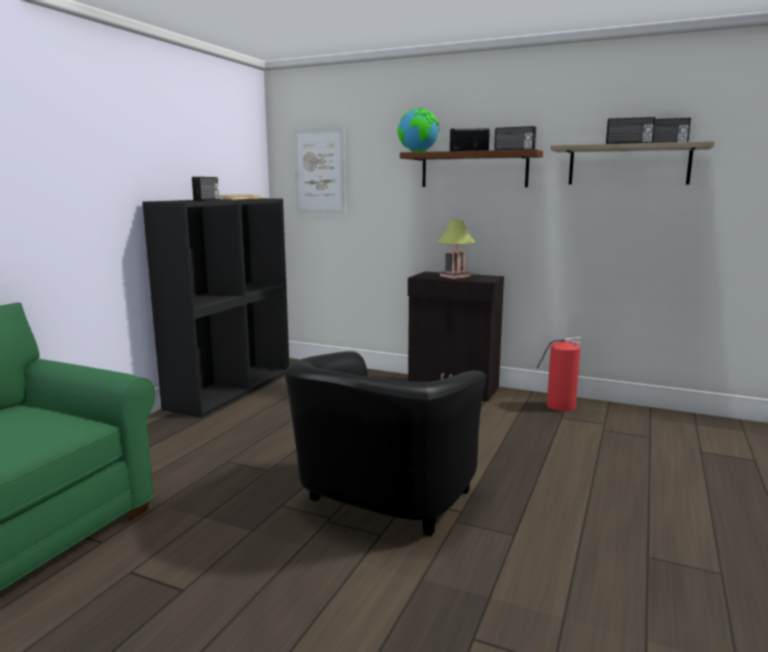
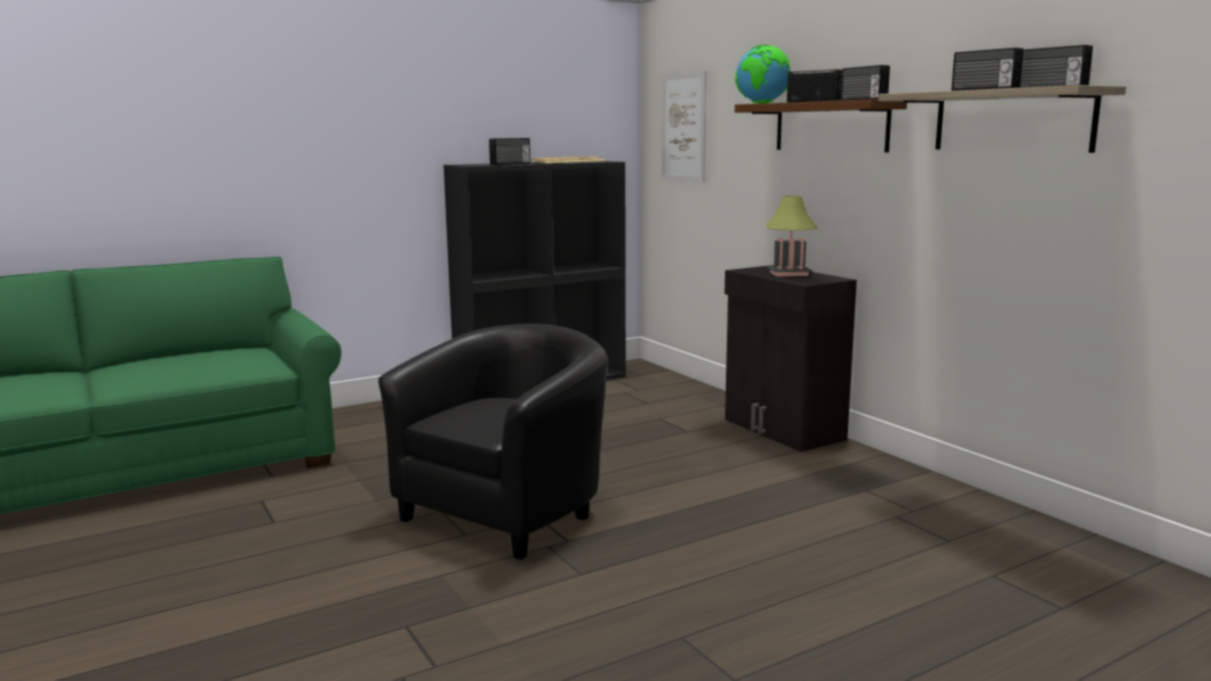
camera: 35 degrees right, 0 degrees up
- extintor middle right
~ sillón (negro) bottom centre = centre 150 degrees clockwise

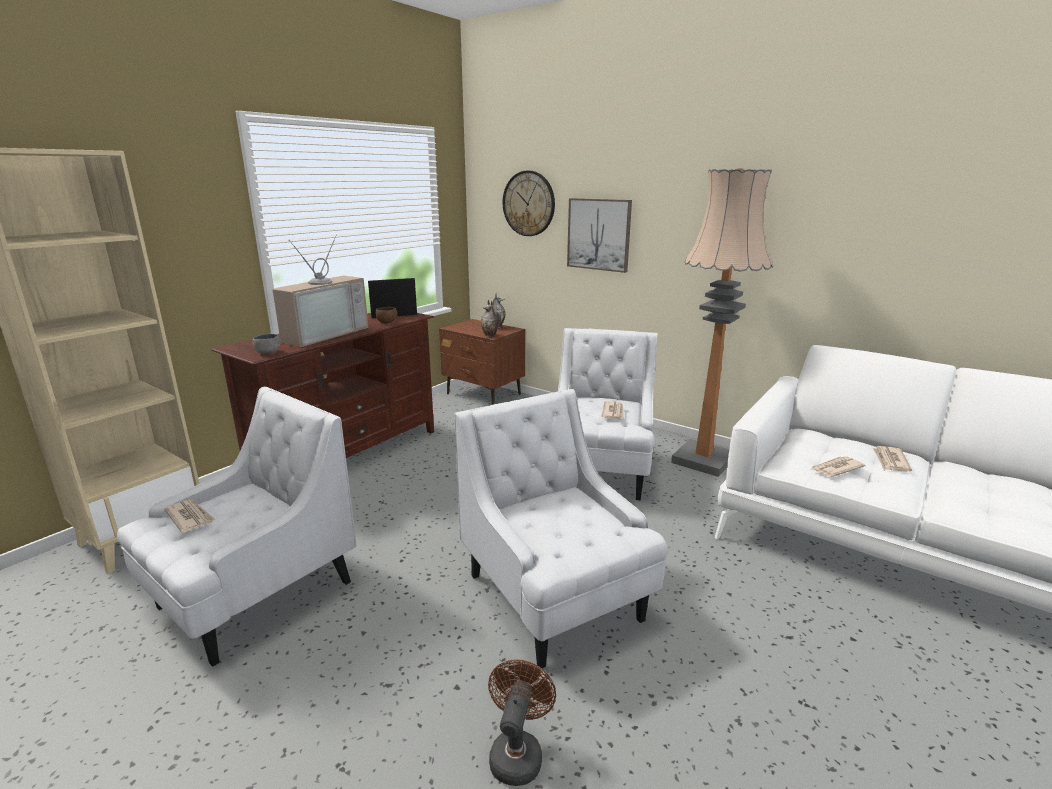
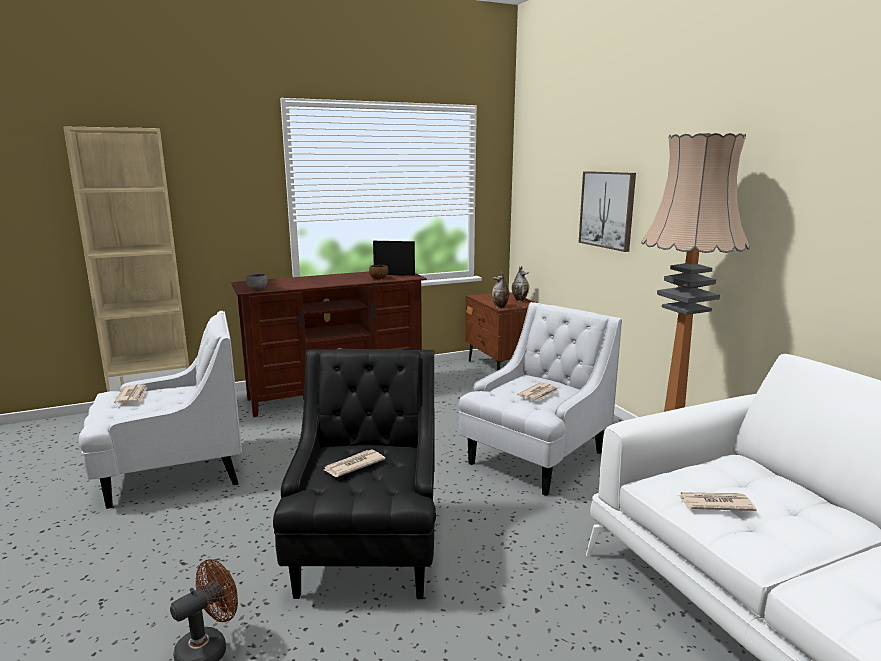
camera: 30 degrees right, 5 degrees down
- televisor middle left
- reloj de pared top centre
~ periódico (no. 4 from left in the first image) middle right to periódico (no. 2 from left) bottom centre
~ sillón (blanco) (no. 2 from left) bottom centre to sillón (negro) bottom centre

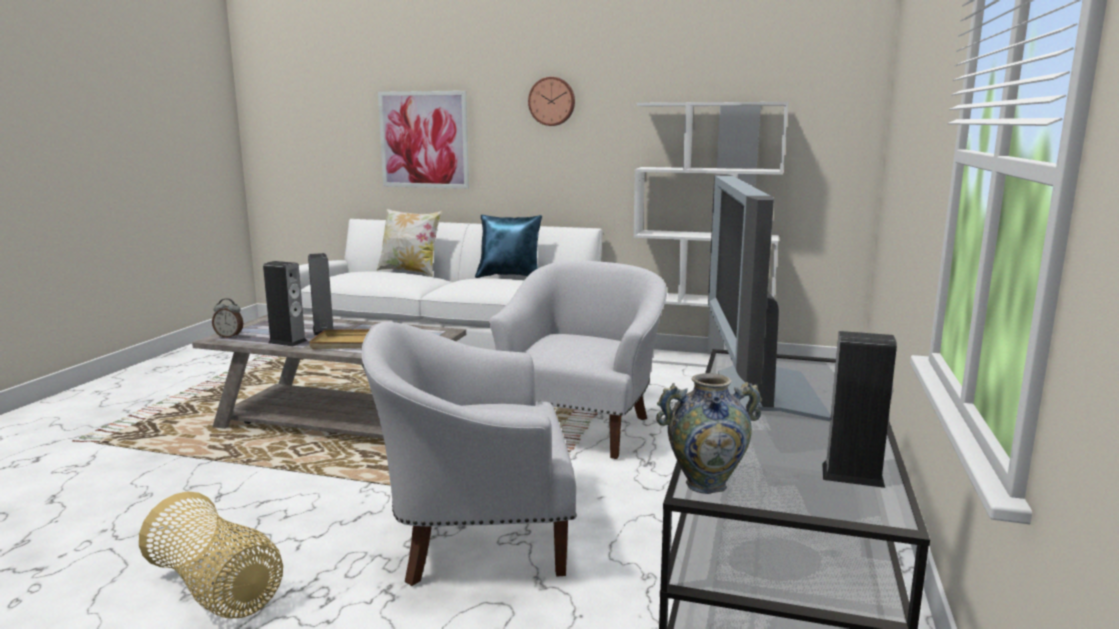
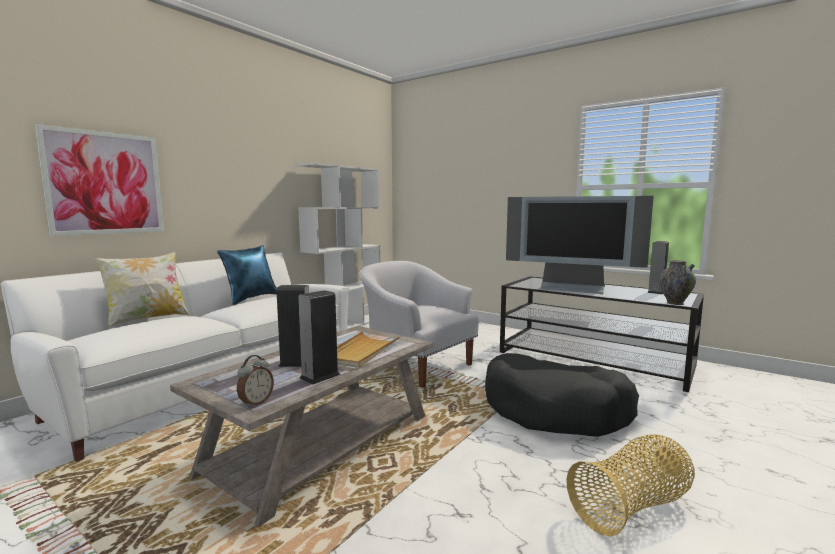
camera: 70 degrees left, 5 degrees down
- reloj de pared top centre
~ sillón (blanco) (no. 1 from left) bottom centre to cama para perro (negro) bottom right

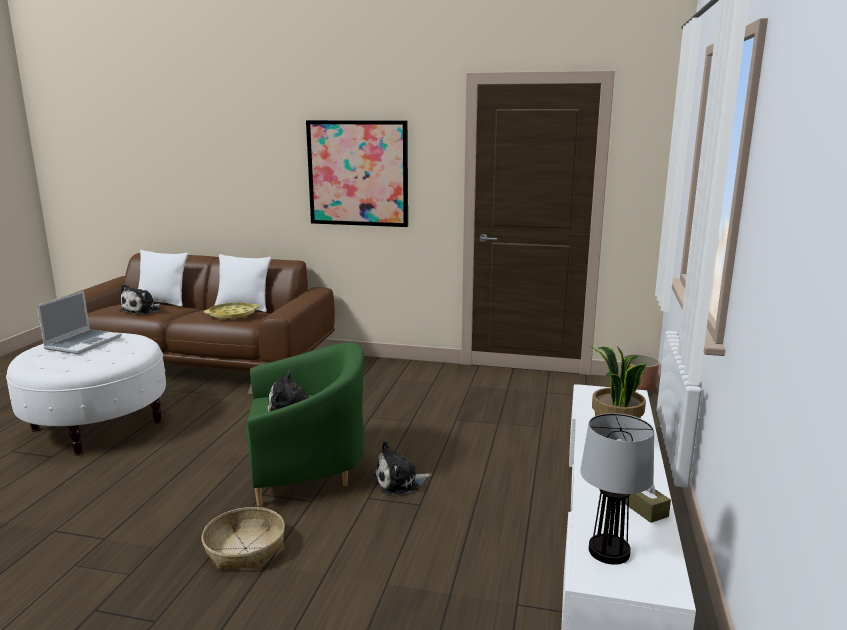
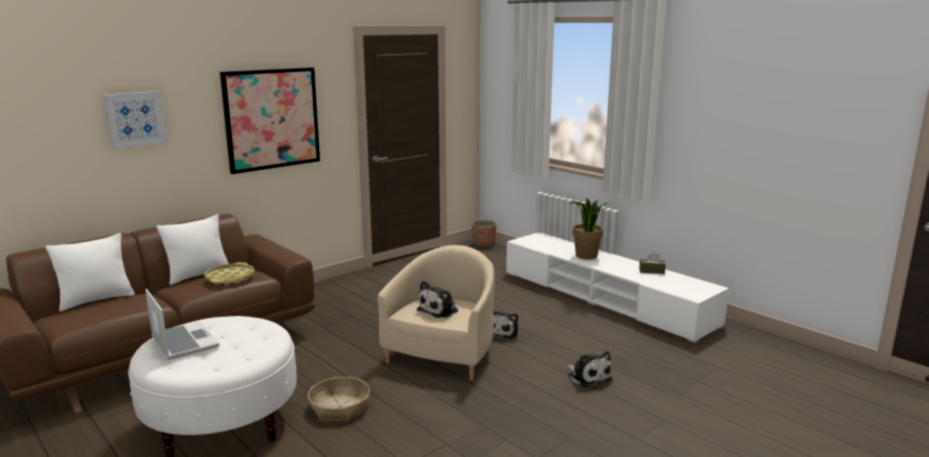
camera: 55 degrees left, 0 degrees up
- lámpara de mesa bottom right
+ cuadro (no. 1 from left) top left
~ peluche (no. 1 from left in the first image) middle left to peluche (no. 3 from left) bottom centre
~ cesta bottom left to bottom centre
~ sillón (verde) bottom centre to sillón (beis) bottom centre

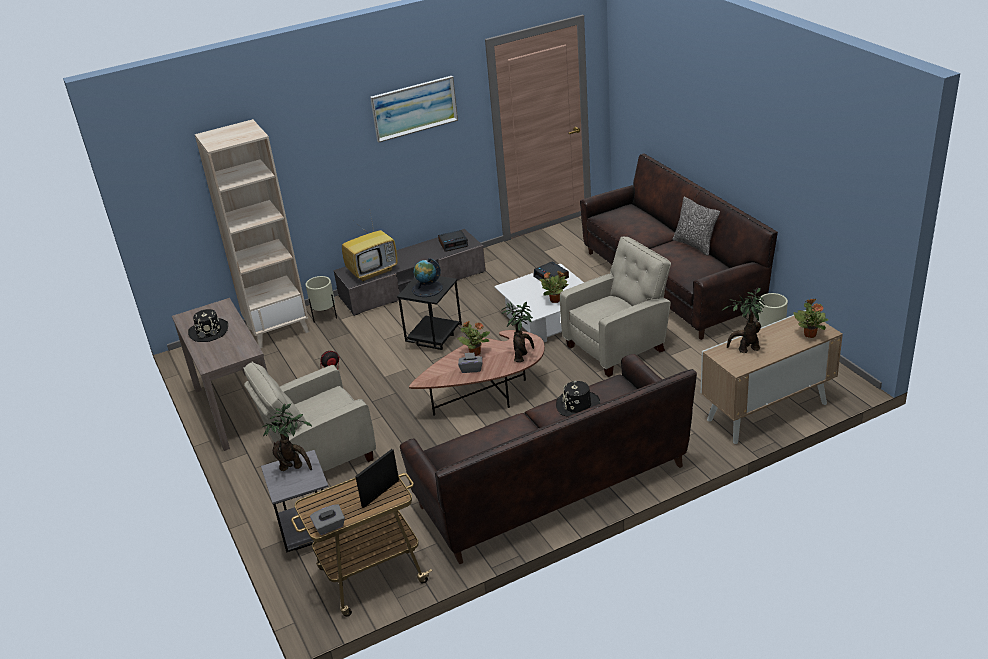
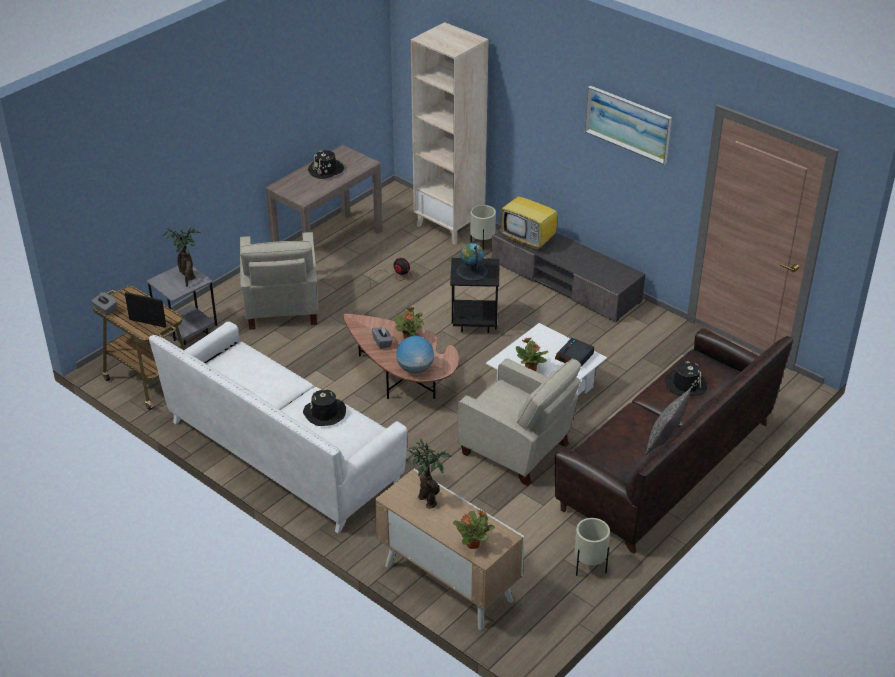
camera: 65 degrees right, 5 degrees up
- despertador (no. 1 from left) centre
+ sombrero (negro) (no. 3 from left) middle right
~ planta en maceta (no. 3 from left) centre to globo terráqueo (no. 1 from left) centre
~ sofá (marrón) (no. 1 from left) bottom centre to sofá (blanco) middle left
~ sillón (beis) (no. 1 from left) middle left = middle left 135 degrees counterclockwise

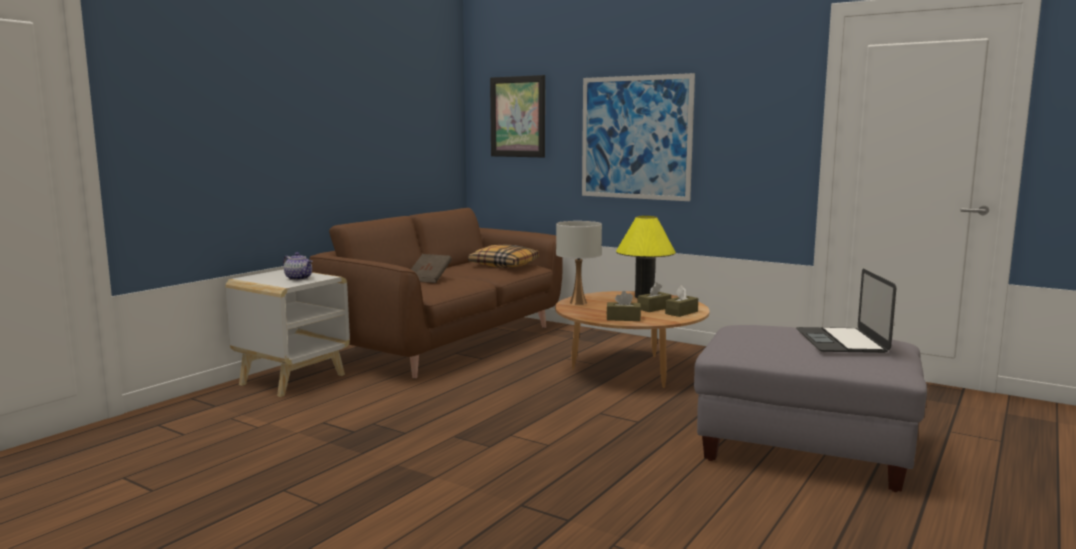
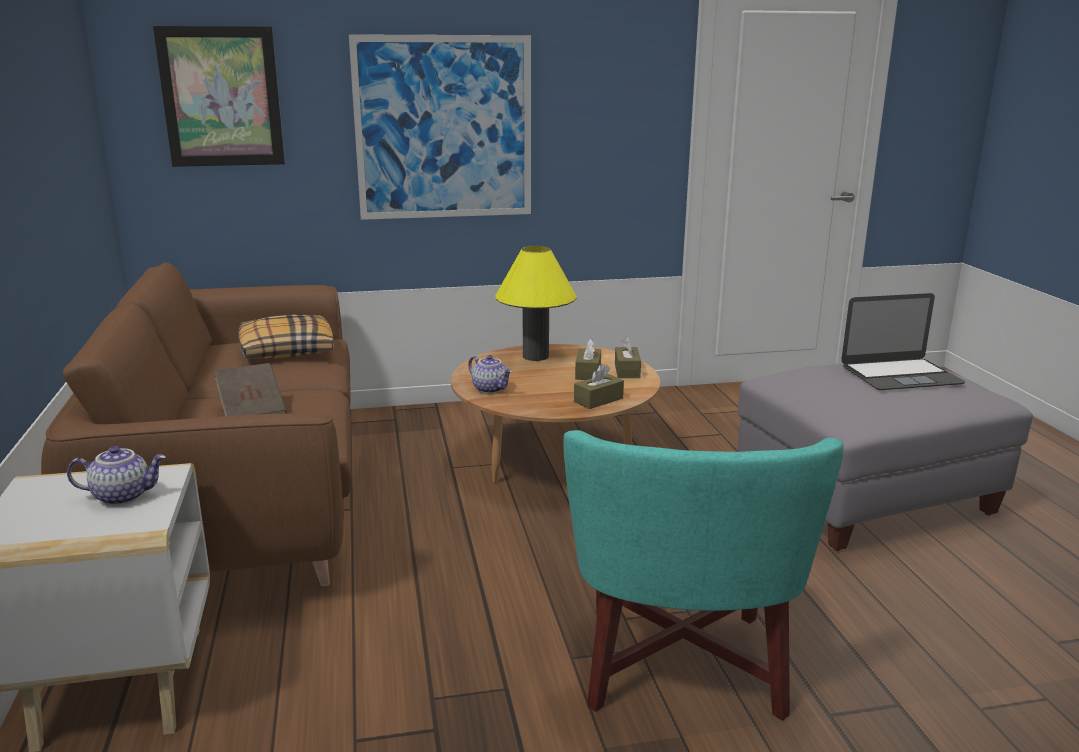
camera: 45 degrees left, 10 degrees up
+ sillón (turquesa) bottom centre
~ lámpara de mesa (blanco) centre to tetera (no. 2 from left) centre
~ portátil middle right = middle right 60 degrees counterclockwise

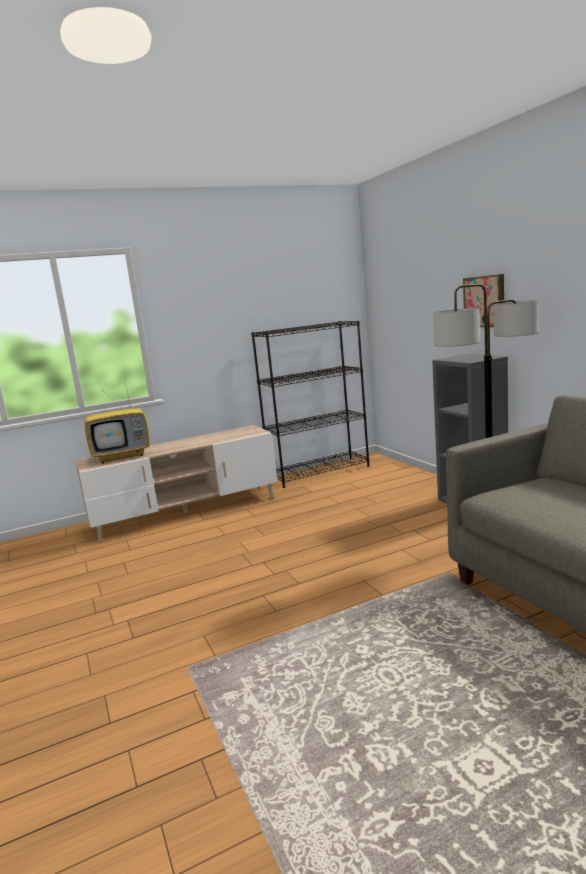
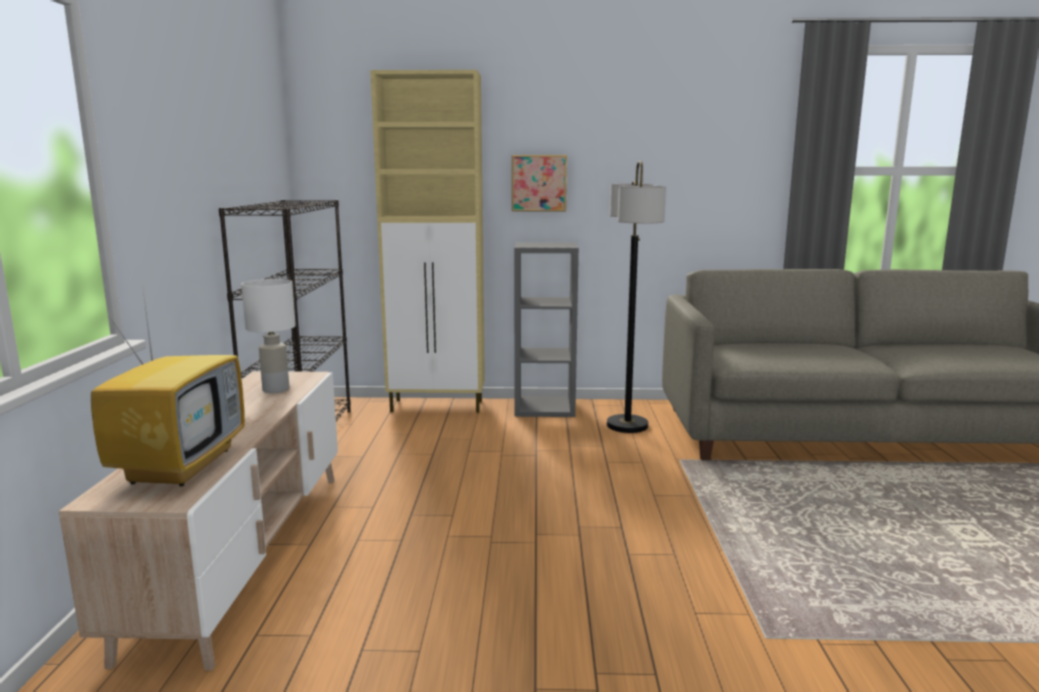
camera: 65 degrees left, 0 degrees up
+ lámpara de mesa (blanco) middle left
+ armario (beis) centre

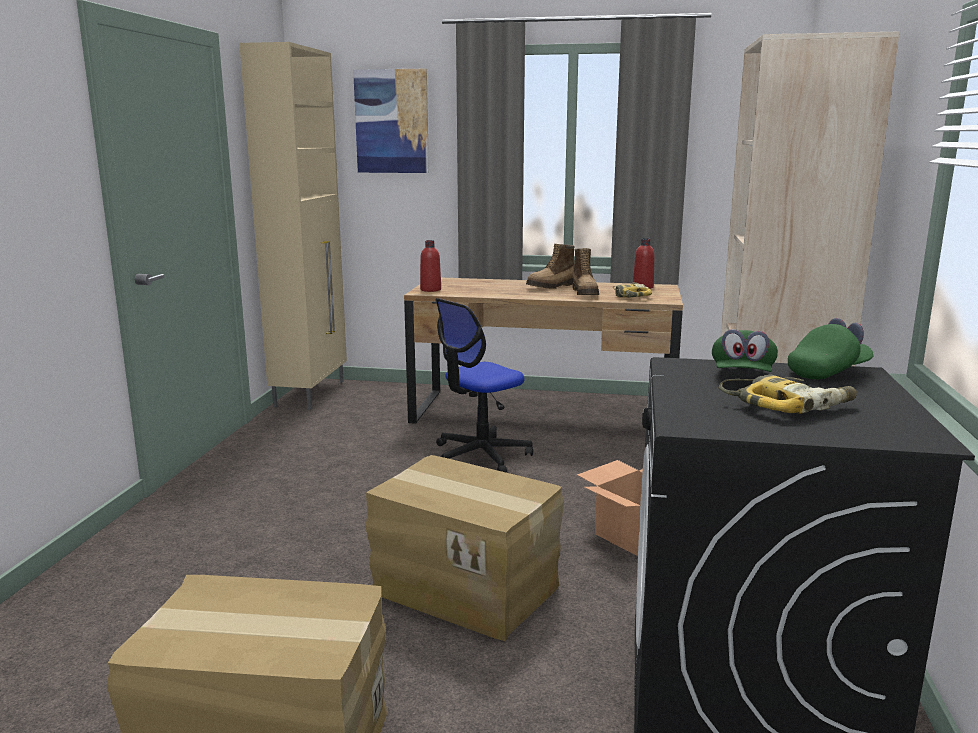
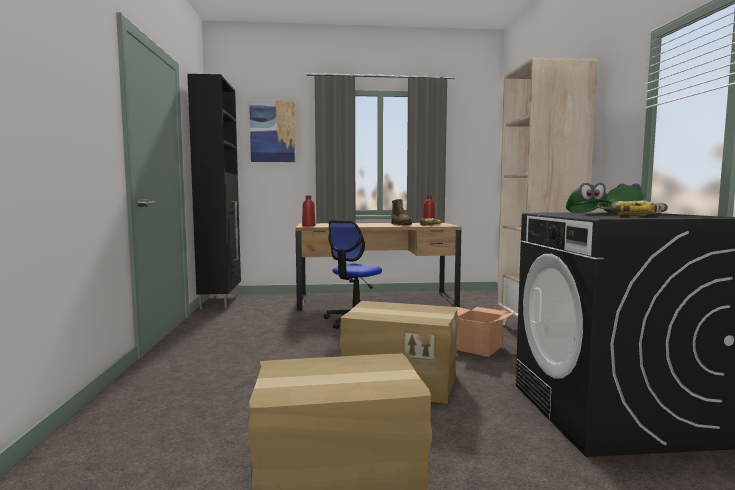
camera: 15 degrees left, 10 degrees down
- bota (no. 1 from left) centre
~ armario (beis) top left to armario (negro) middle left

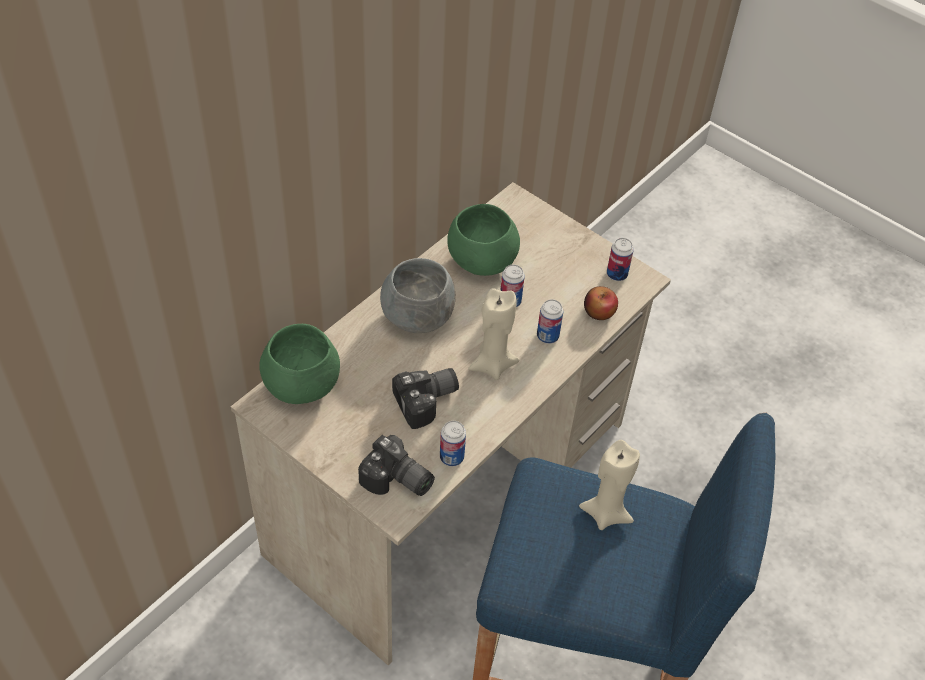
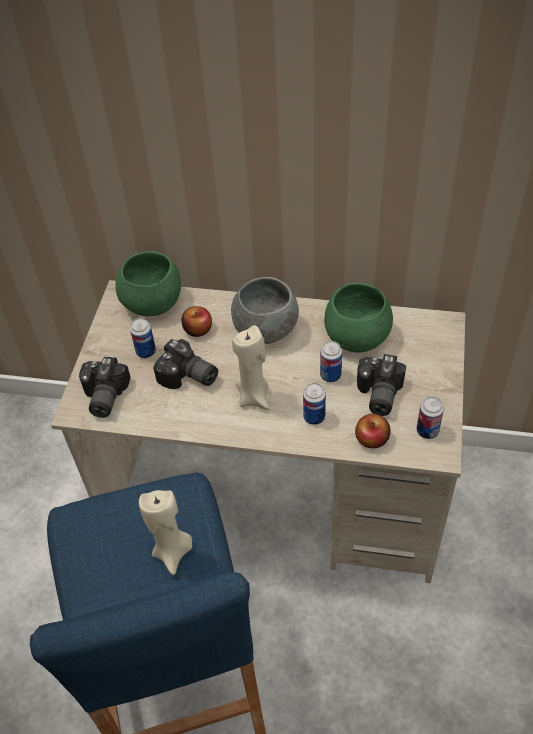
camera: 65 degrees right, 0 degrees up
+ manzana (no. 1 from left) centre
+ cámara (no. 3 from left) middle right
~ lata (no. 1 from left) centre to middle left

